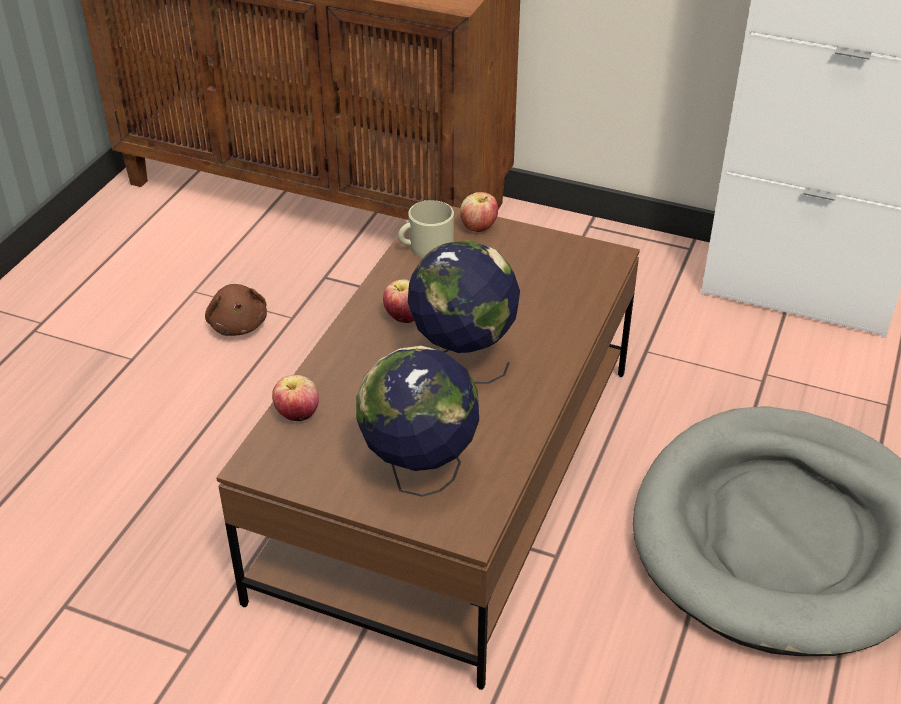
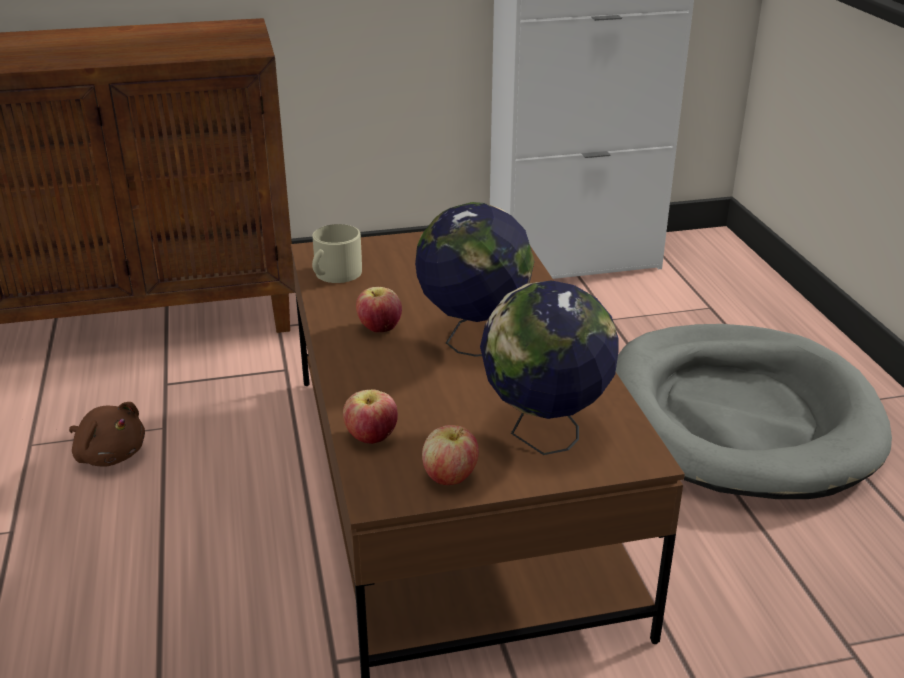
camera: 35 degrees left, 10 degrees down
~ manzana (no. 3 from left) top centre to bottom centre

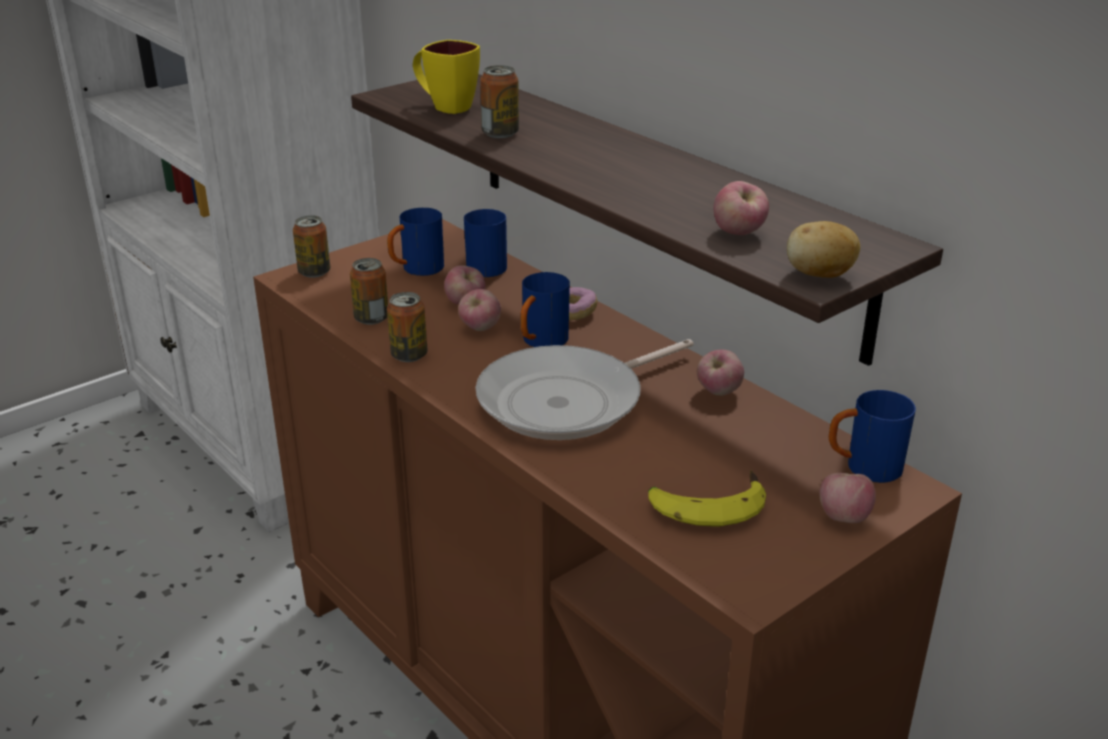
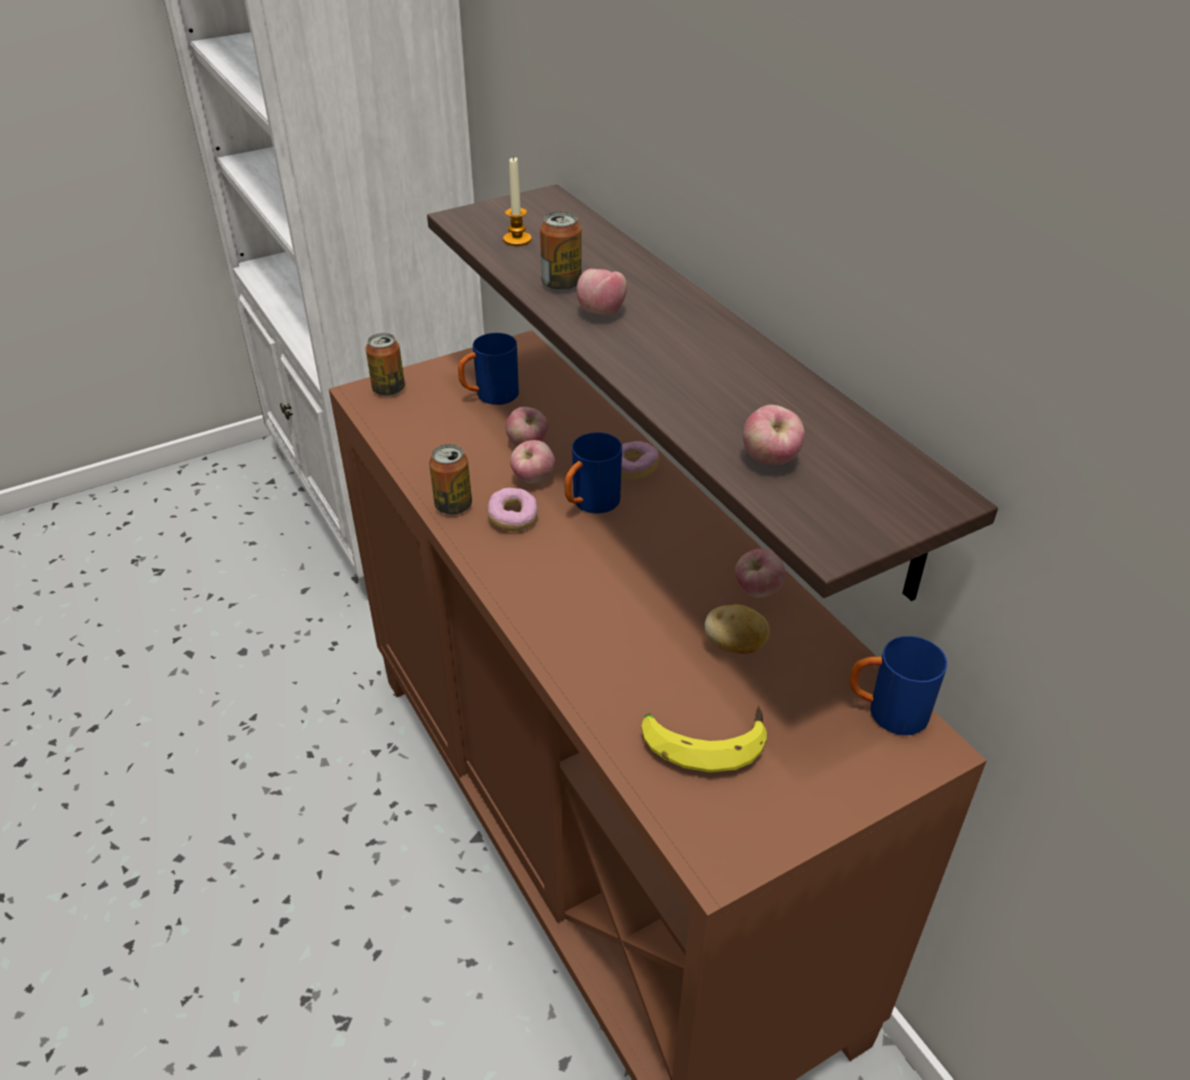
camera: 10 degrees right, 10 degrees up
- lata (no. 2 from left) middle left
- taza grande (azul) (no. 2 from left) top centre
- sartén centre
+ rosquilla (no. 1 from left) centre
~ patata middle right to centre
~ manzana (no. 5 from left in the first image) bottom right to manzana (no. 3 from left) top centre
~ taza grande (amarillo) top centre to vela top centre

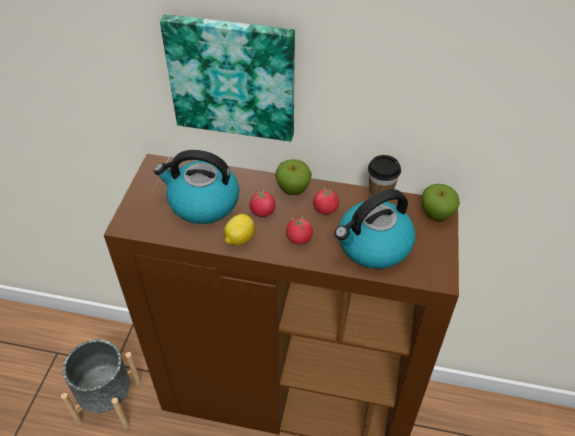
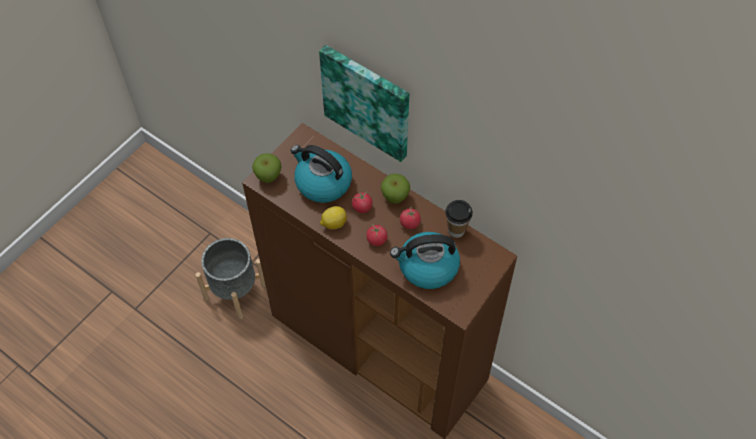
camera: 25 degrees right, 10 degrees up
~ manzana (no. 2 from left in the first image) middle right to manzana (no. 1 from left) centre

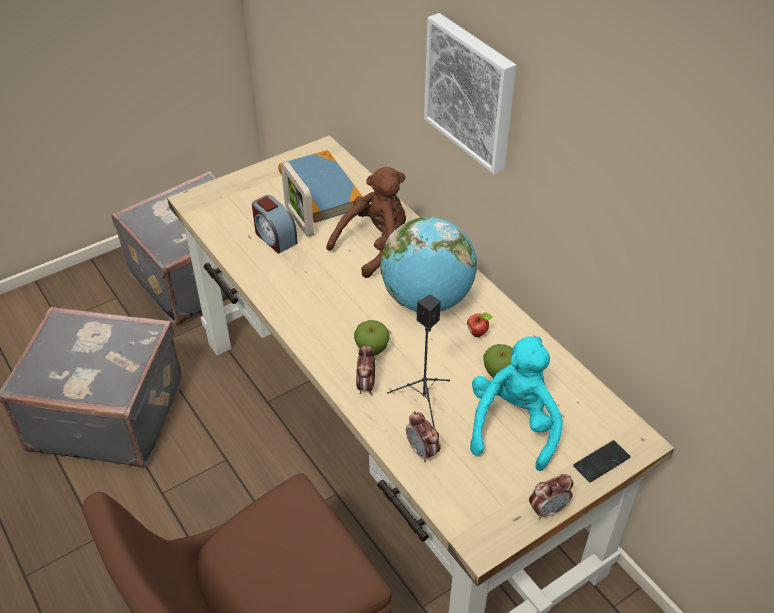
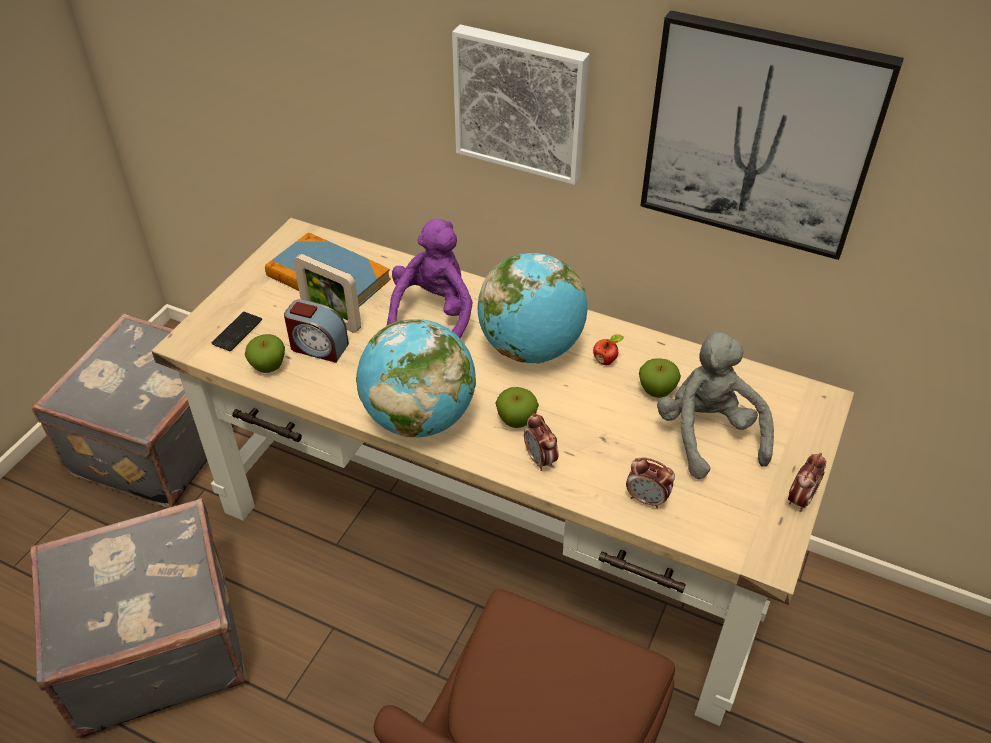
camera: 30 degrees left, 0 degrees up
- altavoz (negro) centre
+ manzana (no. 1 from left) middle left
+ globo terráqueo (no. 1 from left) centre
+ cuadro (no. 2 from left) top right
~ móvil bottom right to middle left
~ peluche (marrón) centre to peluche (morado) centre
~ peluche (turquesa) middle right to peluche (gris) middle right

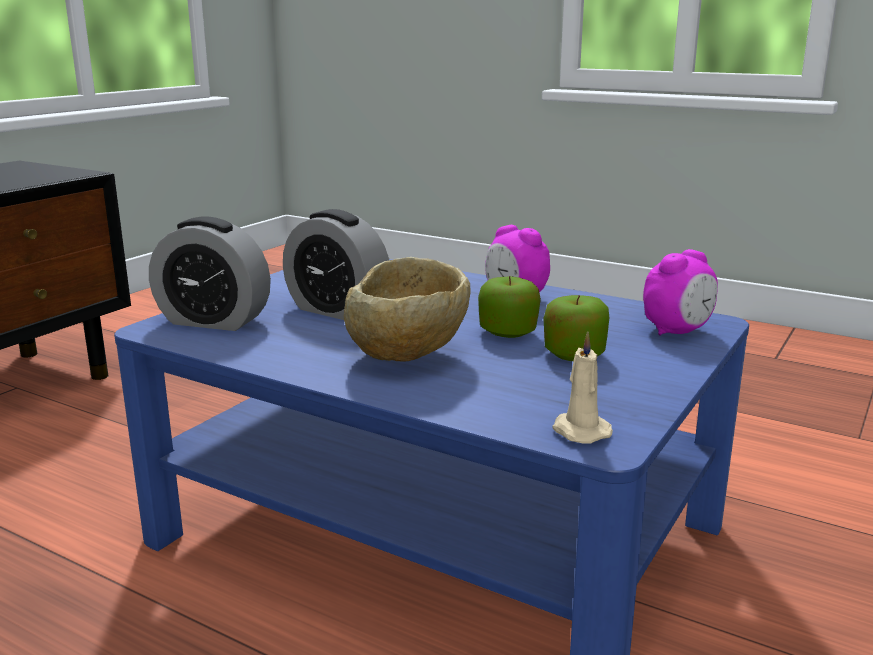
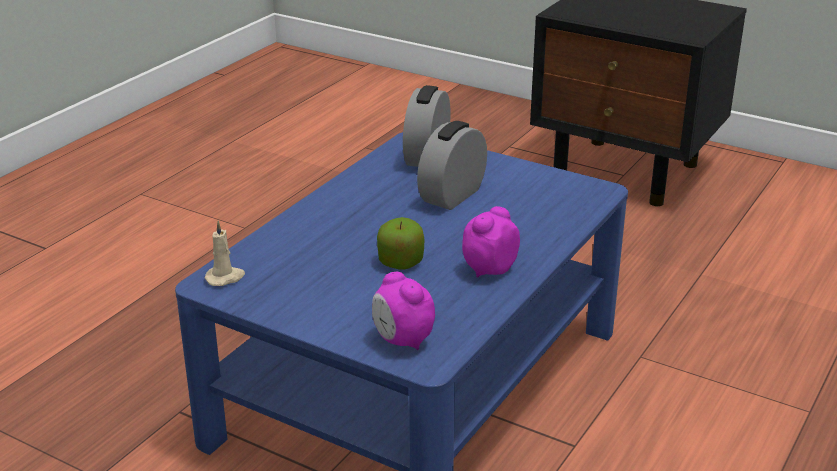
camera: 90 degrees right, 10 degrees up
- cuenco (beis) centre
- manzana (no. 2 from left) centre

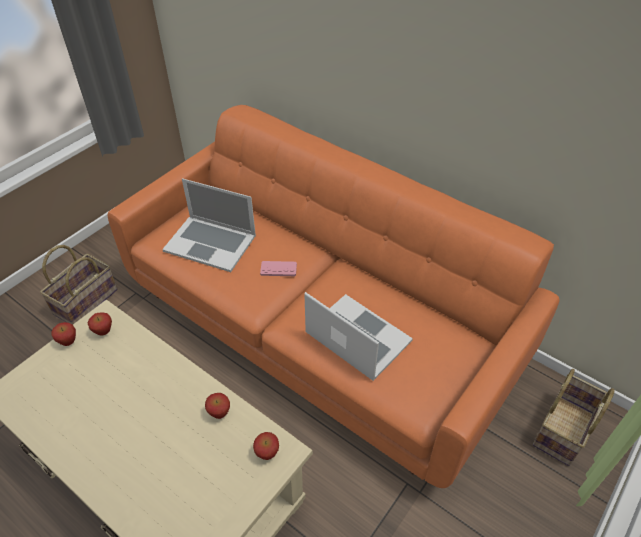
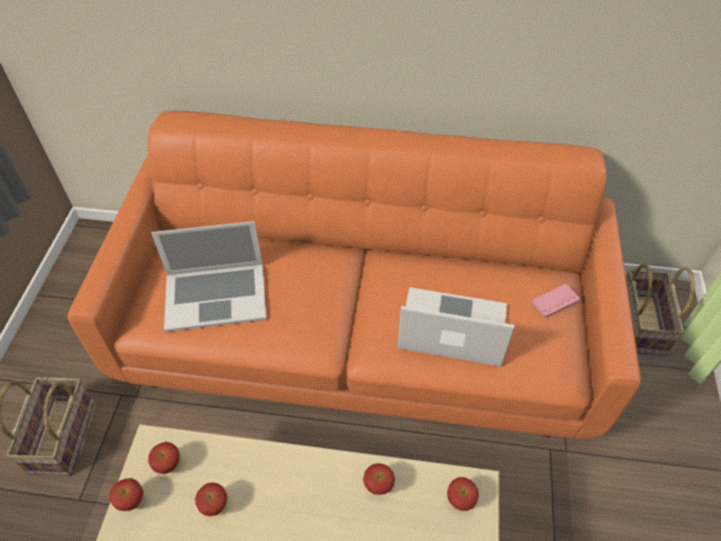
camera: 30 degrees left, 5 degrees up
+ manzana (no. 3 from left) bottom left
~ mando de consola (rosa) centre to middle right

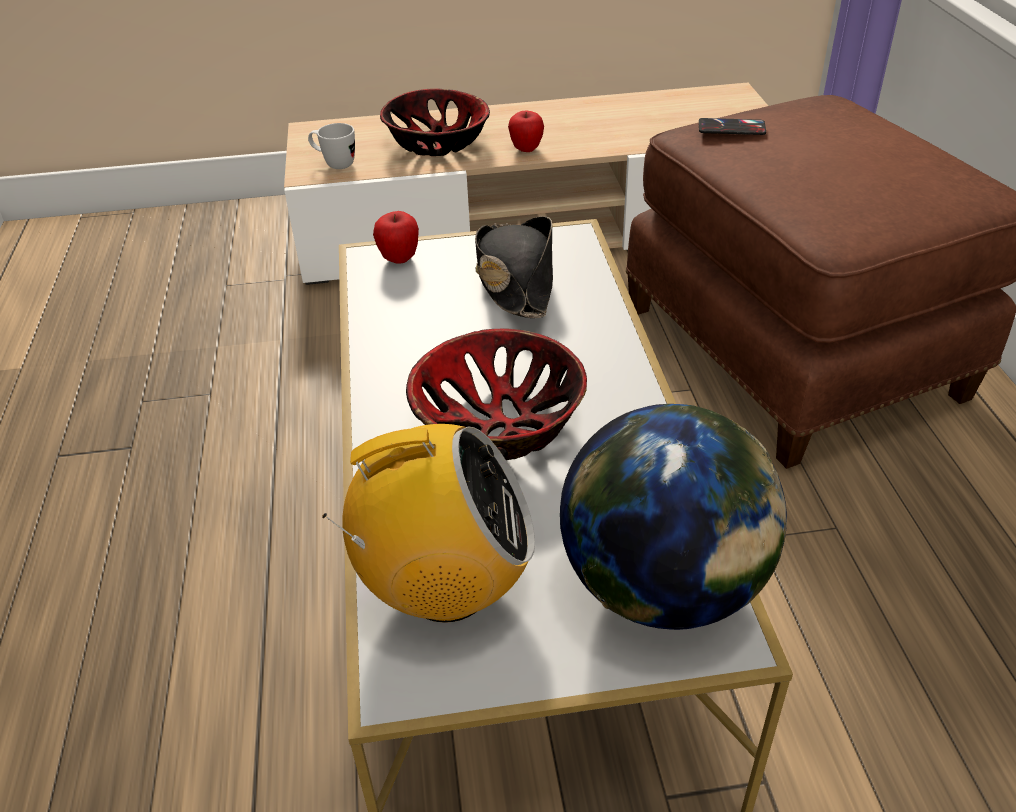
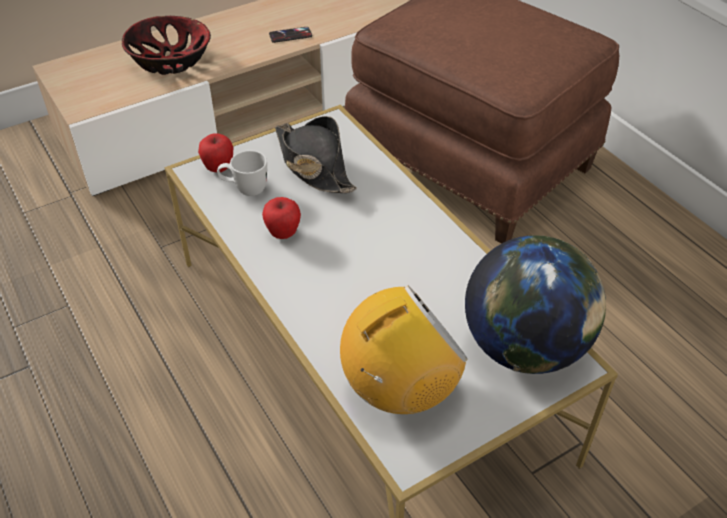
camera: 25 degrees left, 5 degrees up
- cuenco (no. 2 from left) centre
~ taza grande (blanco) top left to middle left
~ manzana (no. 2 from left) top centre to centre
~ móvil top right to top centre

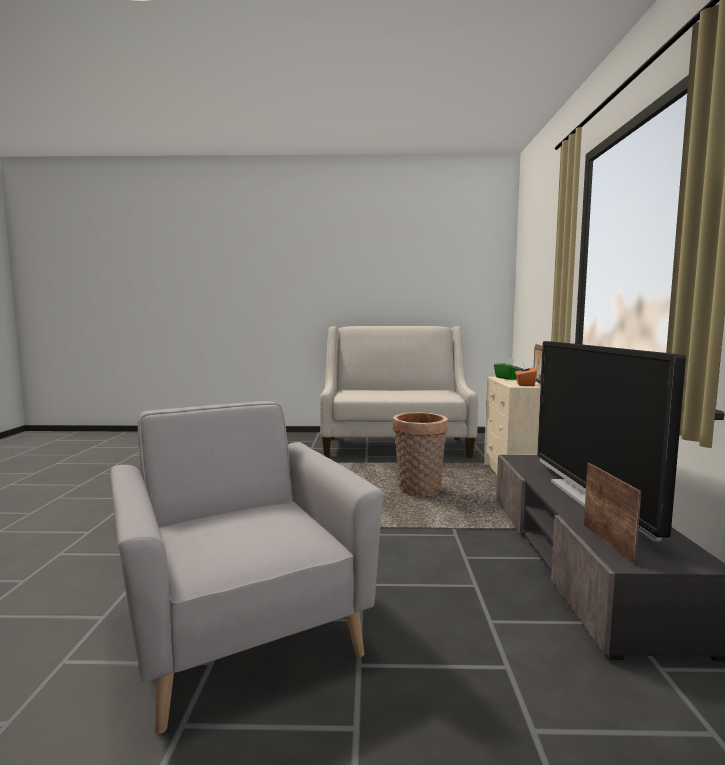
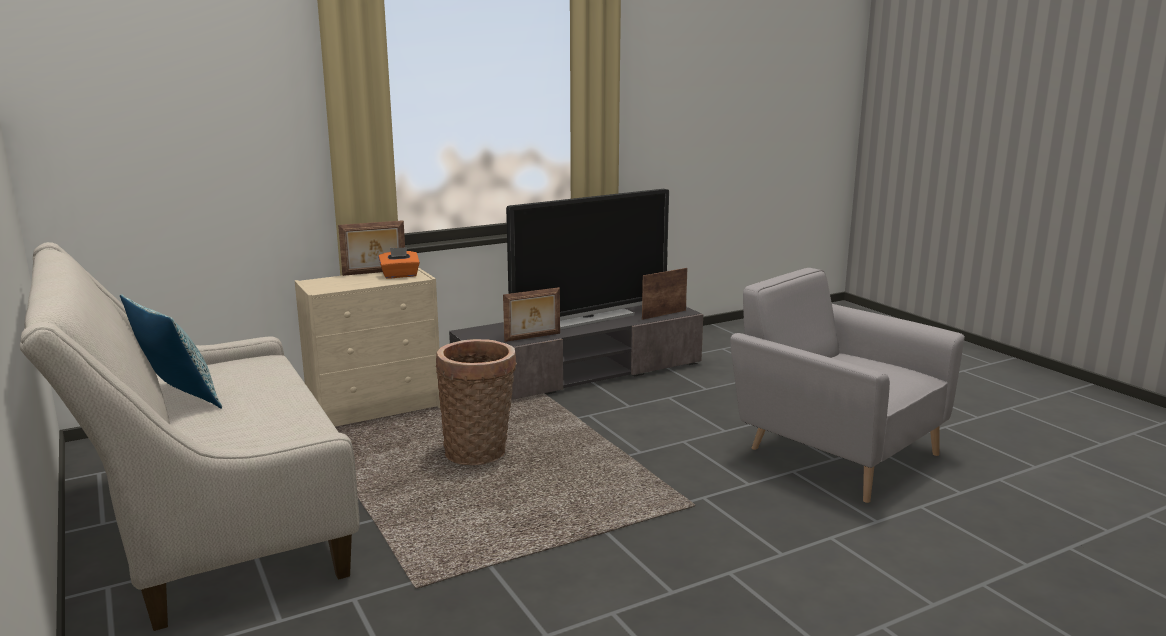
camera: 120 degrees left, 10 degrees up
- caja de pañuelos (verde) middle right
+ cojín middle left
+ portarretratos (no. 2 from left) centre
~ sillón (gris) bottom centre = middle right 105 degrees clockwise

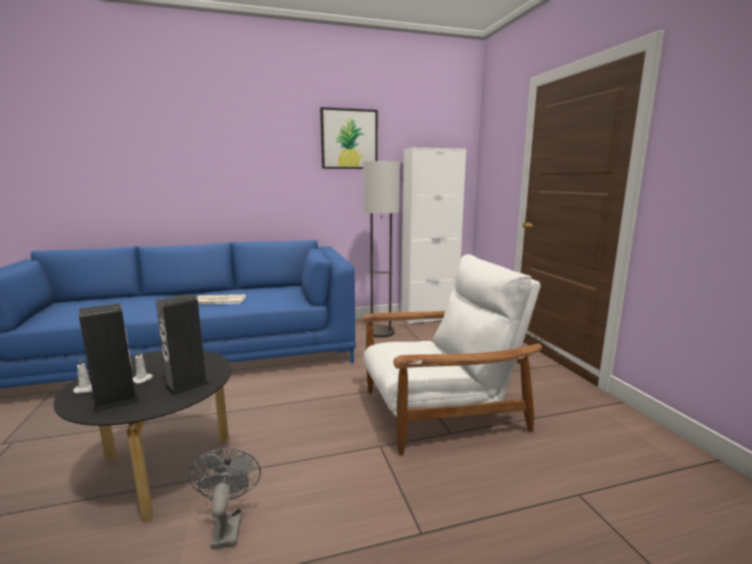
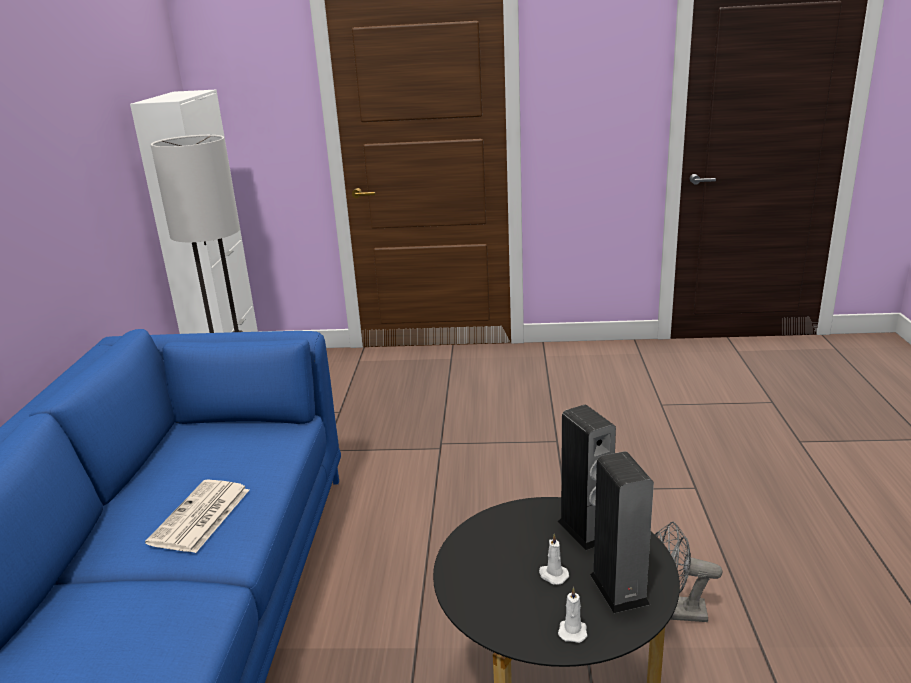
camera: 70 degrees left, 10 degrees up
- cuadro top centre
- sillón (blanco) centre

